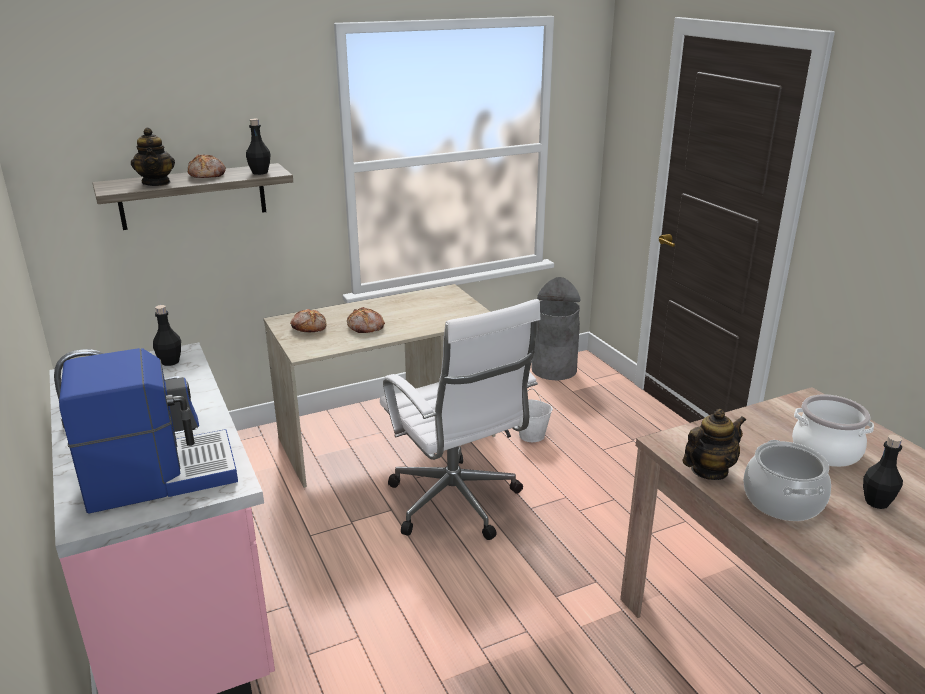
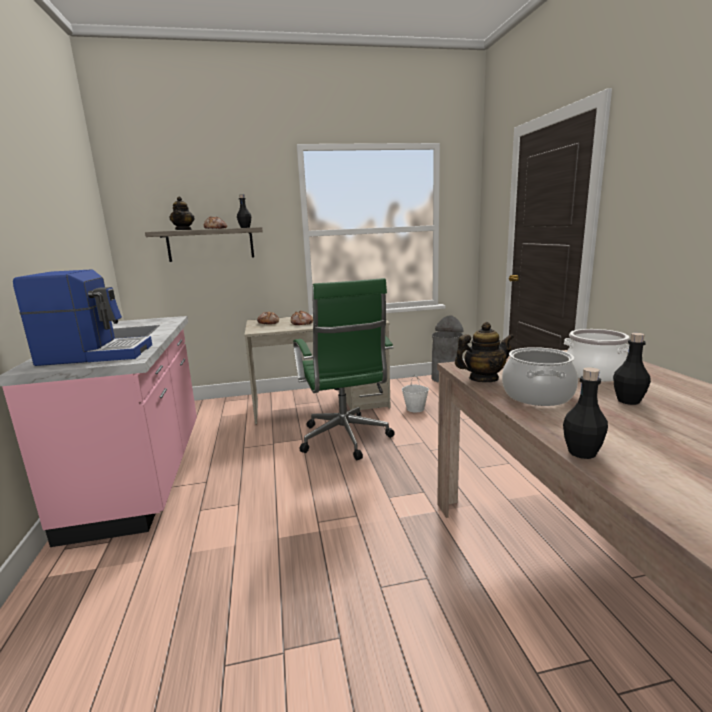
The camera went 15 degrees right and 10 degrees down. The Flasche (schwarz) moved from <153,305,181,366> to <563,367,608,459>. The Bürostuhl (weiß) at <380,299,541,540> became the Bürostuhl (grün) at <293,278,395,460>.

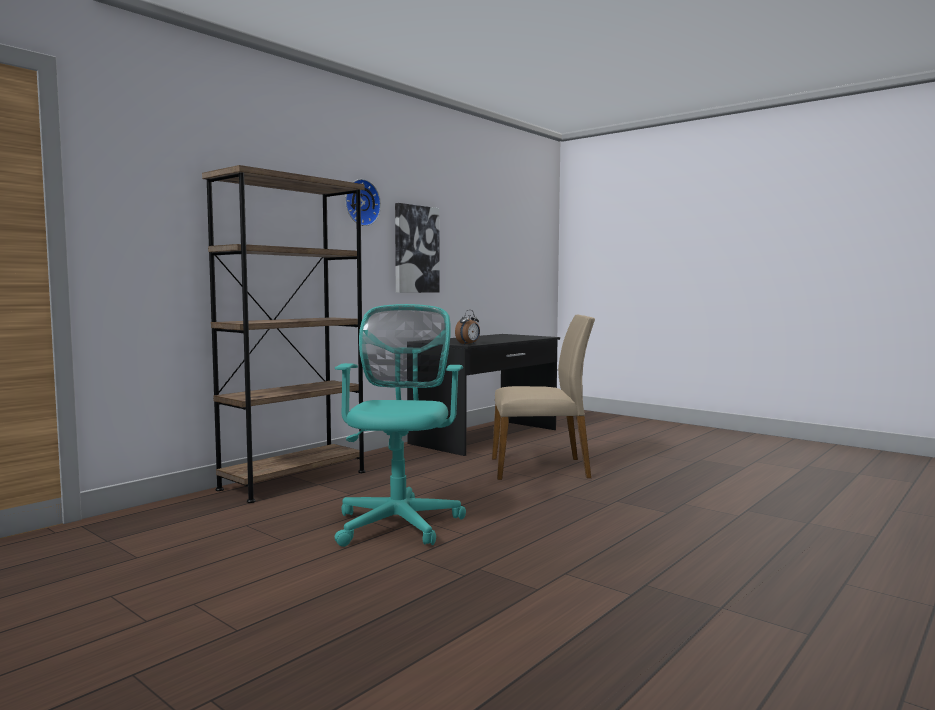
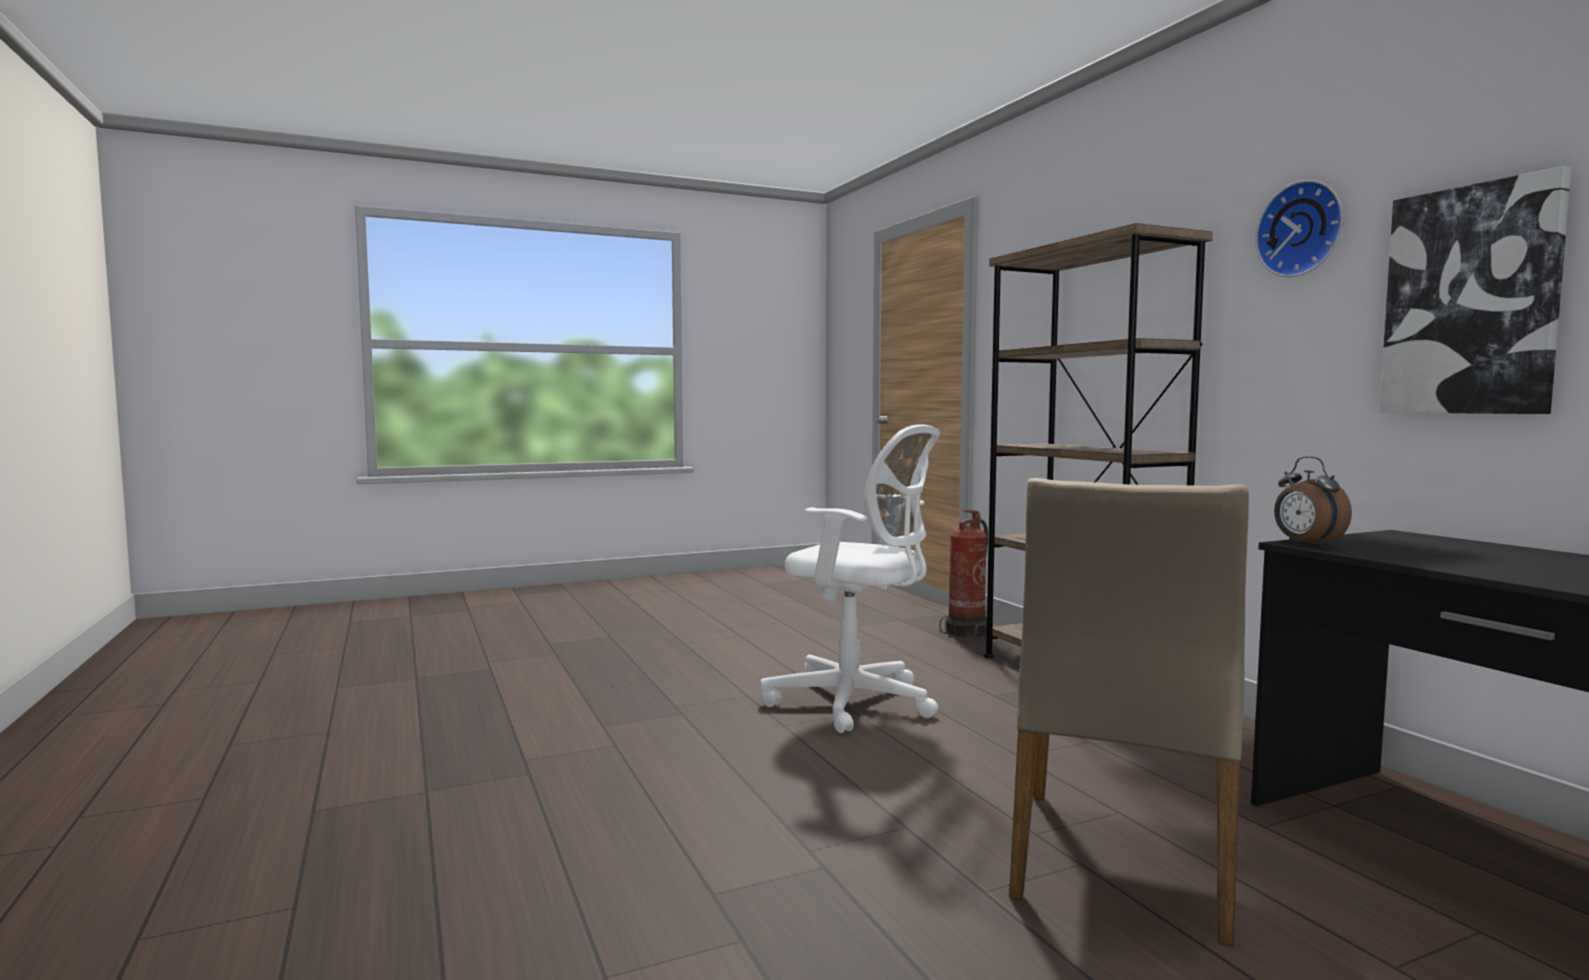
The camera went 115 degrees right and 0 degrees up. The Bürostuhl (türkis) at <334,304,466,547> became the Bürostuhl (weiß) at <760,424,940,733>. The Feuerlöscher at <939,510,988,639> appeared.

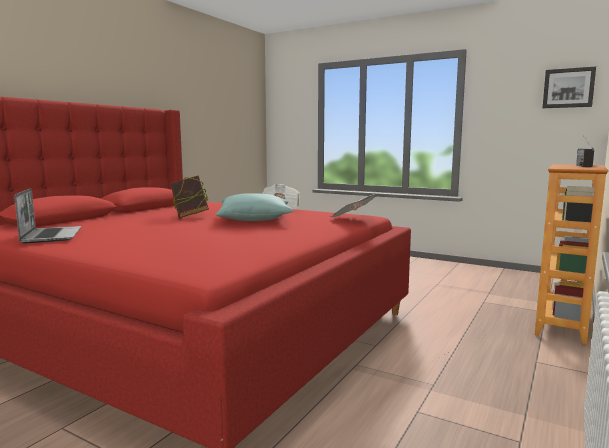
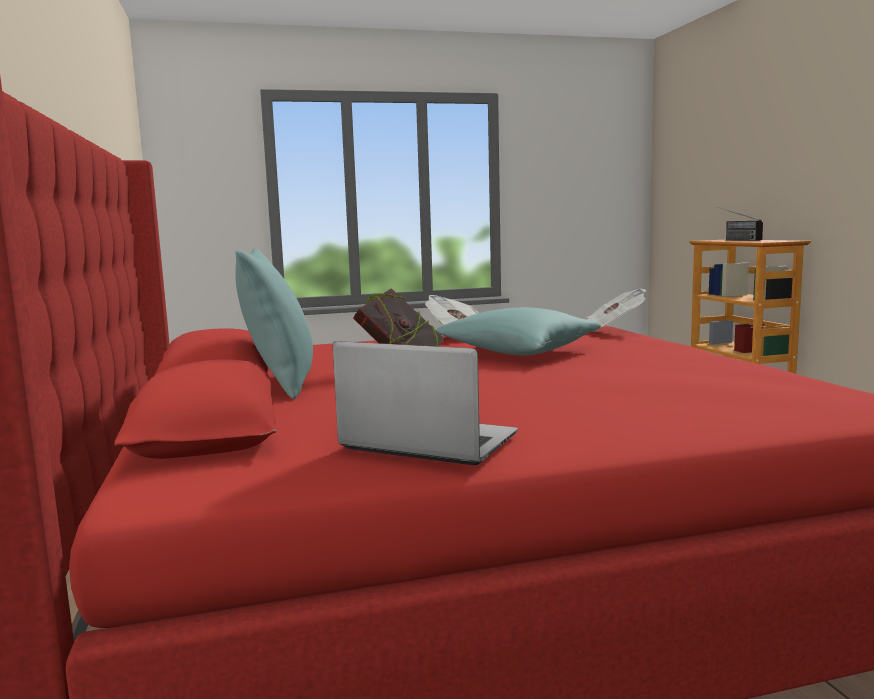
The camera went 45 degrees left and 0 degrees up. The Bild at <543,67,596,108> disappeared. The Kissen (türkis) at <236,248,313,399> appeared.

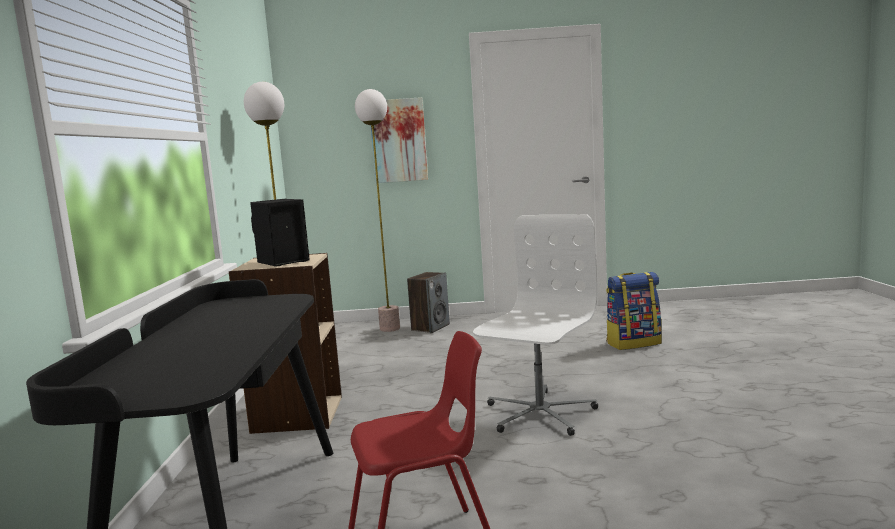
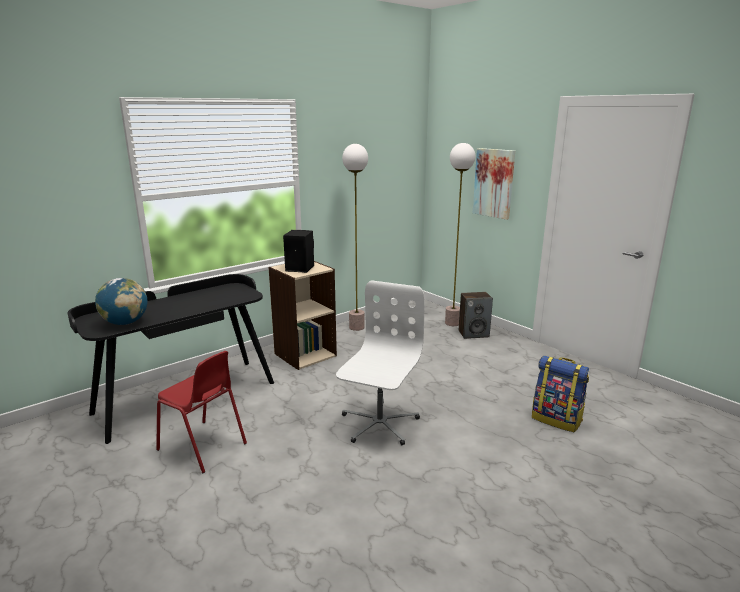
The camera went 50 degrees right and 10 degrees up. The Bürostuhl (weiß) at <473,215,598,436> turned 60 degrees counterclockwise. The Globus at <95,278,148,325> appeared.

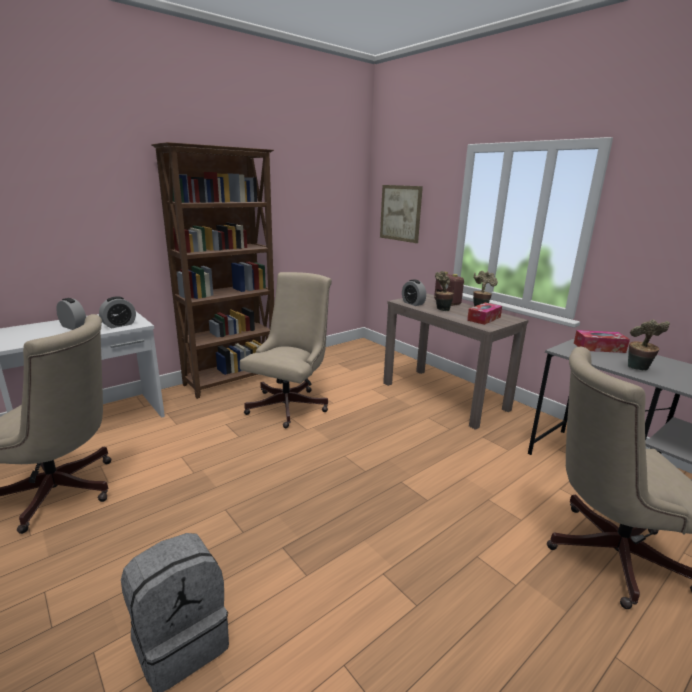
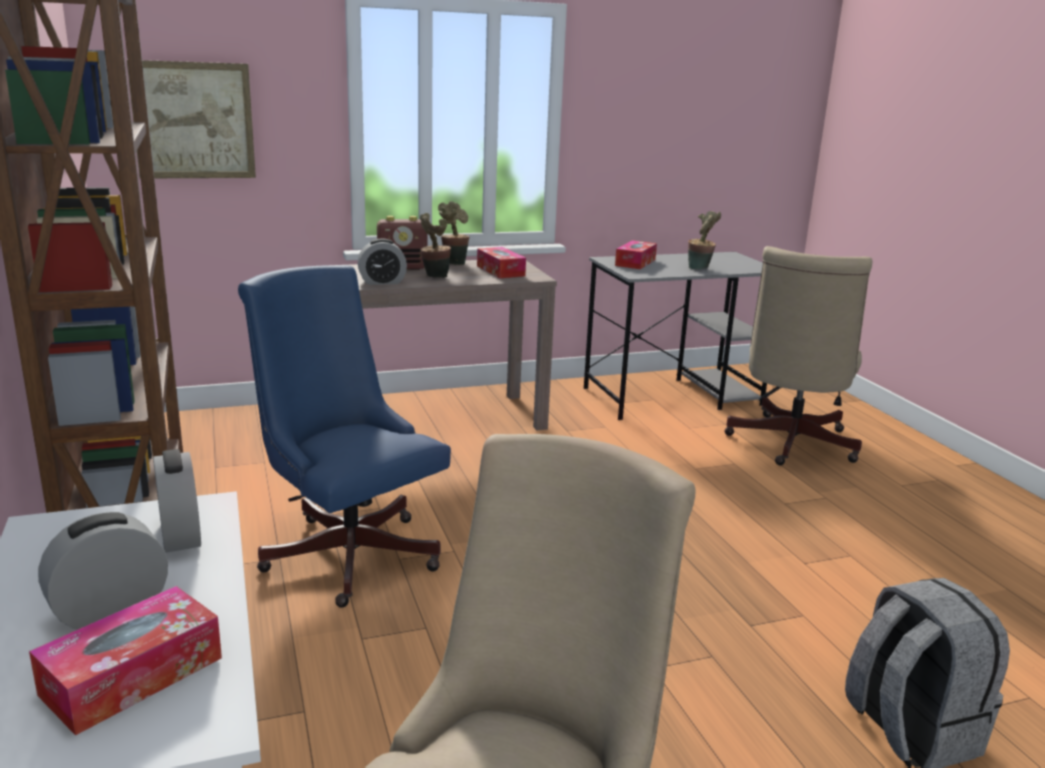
The camera went 70 degrees left and 0 degrees up. The Bürostuhl (beige) at <240,272,332,428> became the Bürostuhl (blau) at <238,265,451,608>. The Taschentuchbox at <29,586,222,736> appeared.

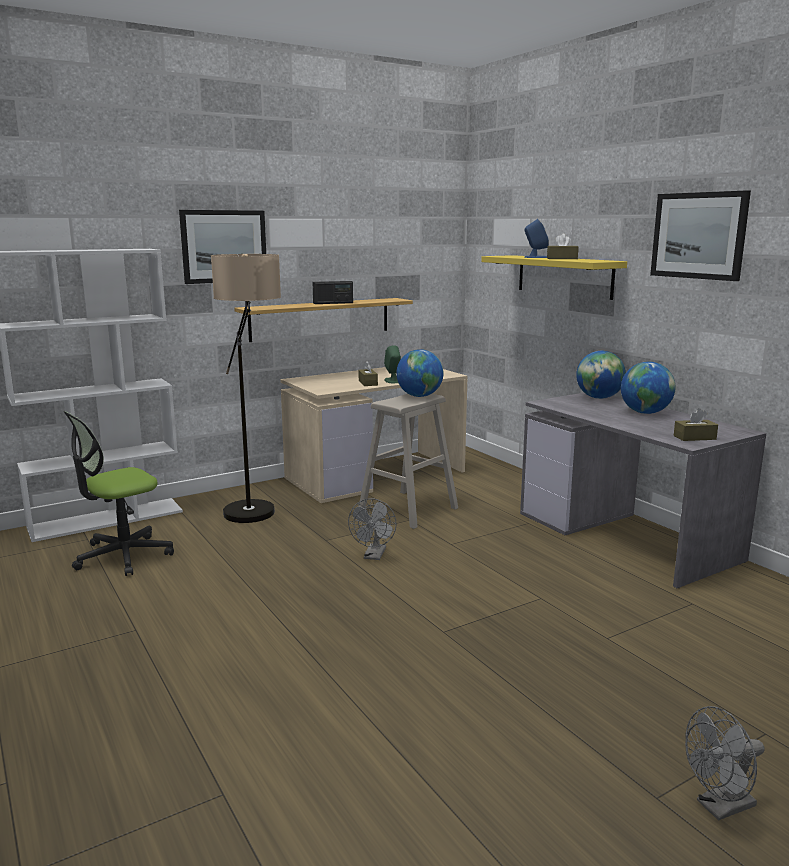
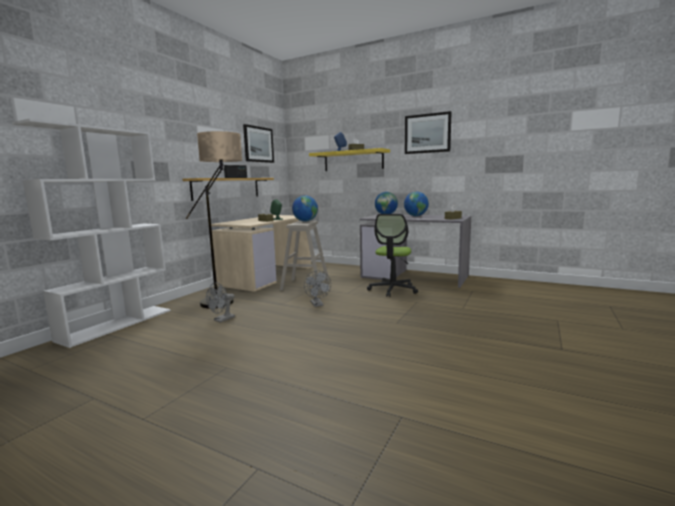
The camera went 30 degrees left and 5 degrees down. The Bürostuhl moved from <64,411,174,576> to <367,214,418,297>. The Bild moved from <179,210,266,284> to <243,124,274,163>. The Ventilator (grau) moved from <685,706,765,820> to <206,282,235,323>.

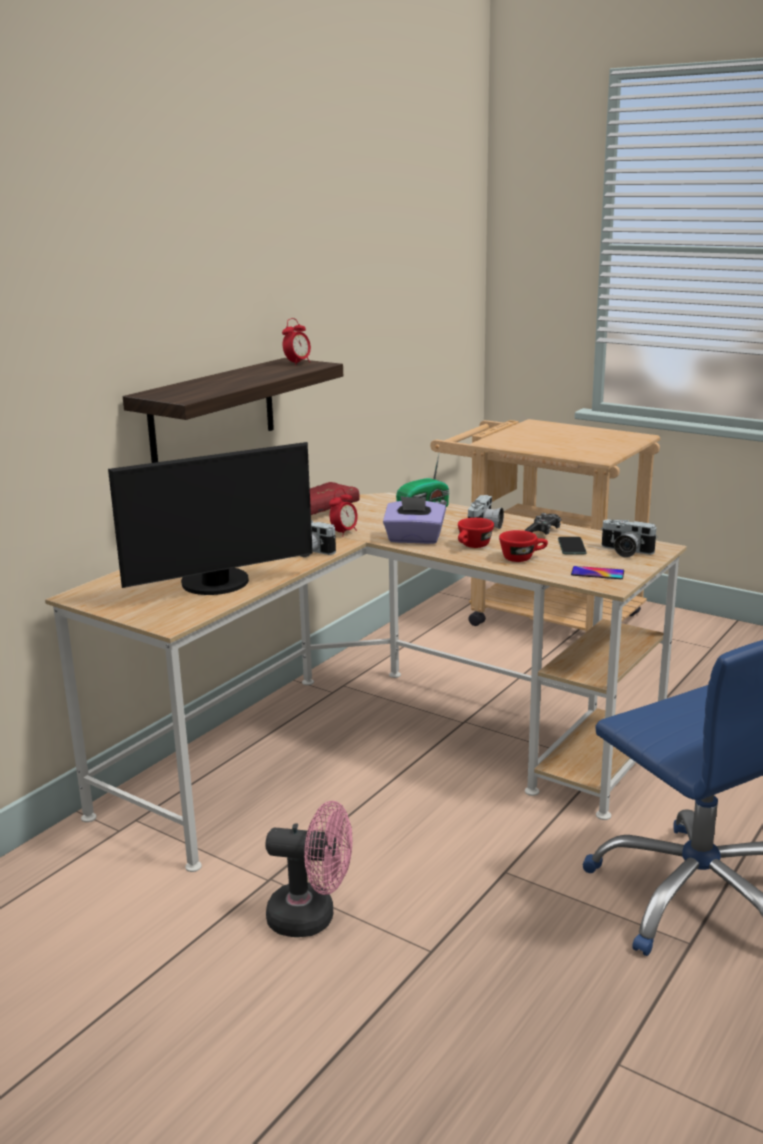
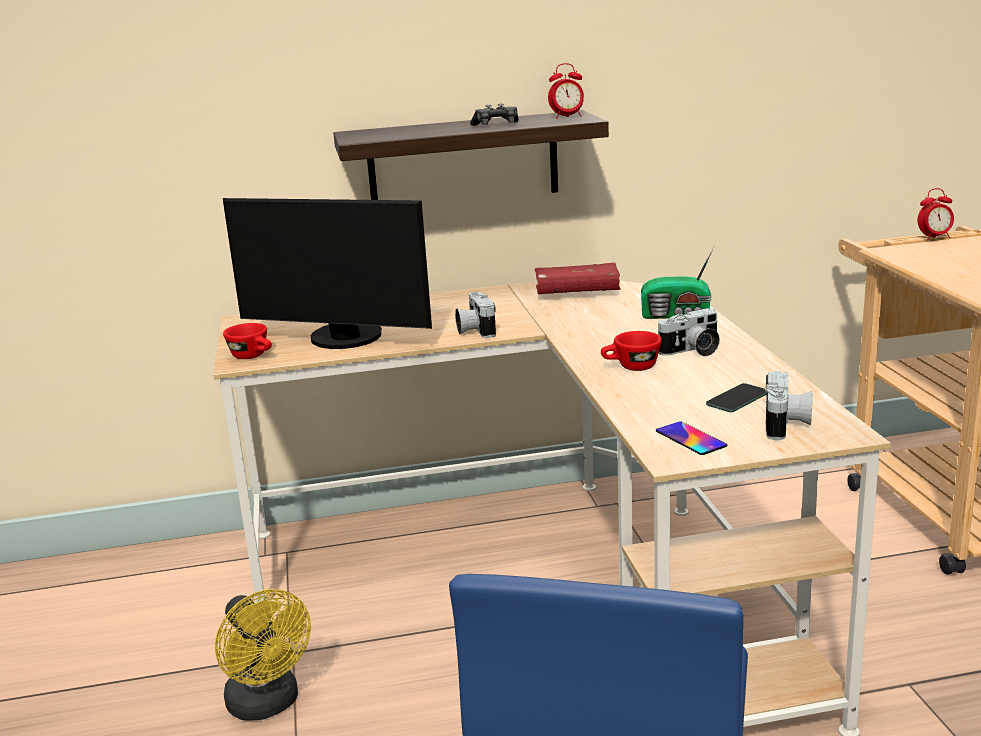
The camera went 45 degrees right and 0 degrees up. The Ventilator (rosa) at <266,801,352,937> became the Ventilator (gelb) at <215,589,311,721>. The Wecker moved from <329,488,358,536> to <918,188,954,240>. The Taschentuchbox (lila) at <383,496,446,544> disappeared. The Tasse (rot) moved from <499,530,548,562> to <223,323,272,359>. The Gamepad moved from <524,513,561,535> to <470,104,519,126>. The Kamera at <601,520,658,558> turned 150 degrees counterclockwise.

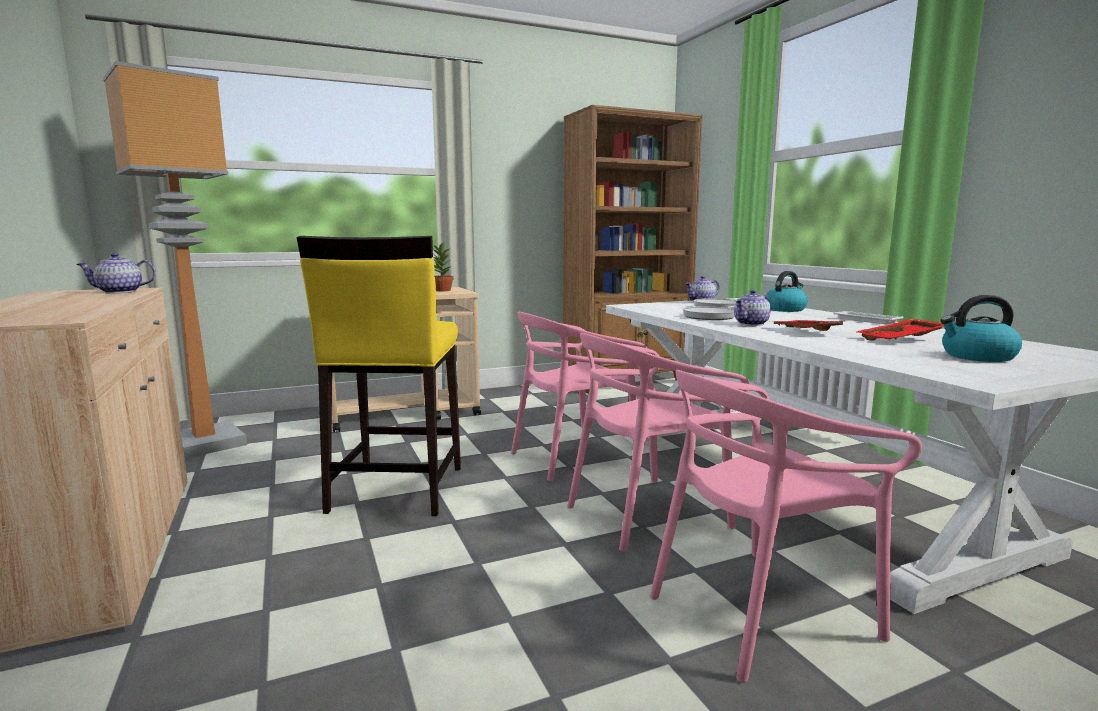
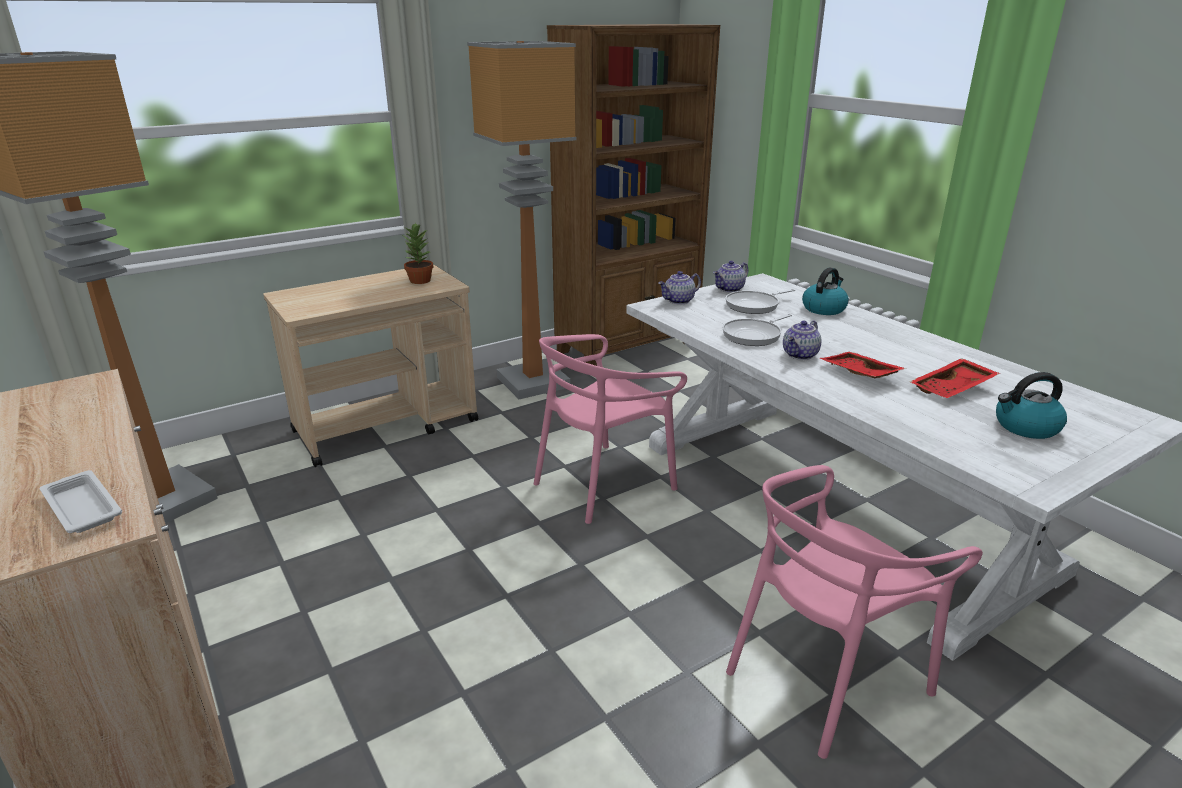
The camera went 10 degrees left and 15 degrees up. The Teekanne moved from <76,253,156,293> to <658,271,701,304>. The Hocker (gelb) at <297,236,461,516> disappeared. The Stuhl (rosa) at <567,333,749,552> disappeared. The Tablett (weiß) moved from <833,311,903,324> to <40,470,122,533>. The Stehlampe at <467,41,577,399> appeared.

